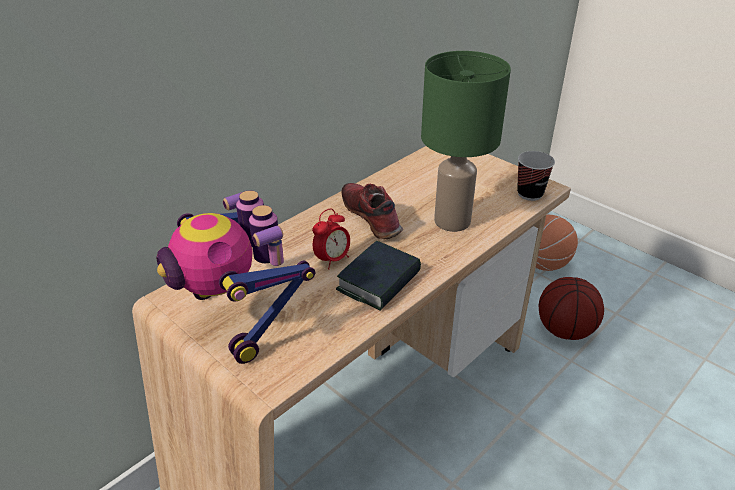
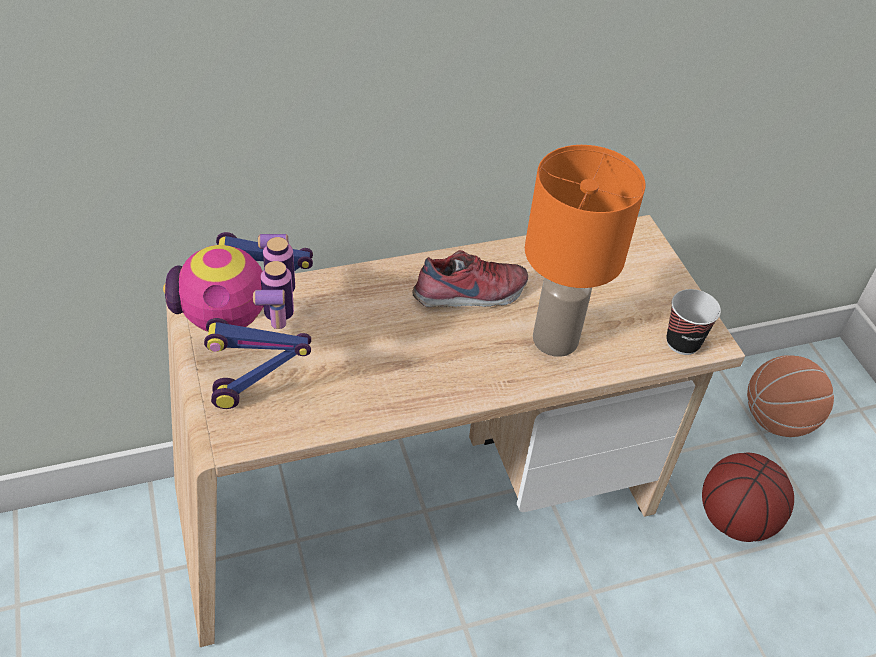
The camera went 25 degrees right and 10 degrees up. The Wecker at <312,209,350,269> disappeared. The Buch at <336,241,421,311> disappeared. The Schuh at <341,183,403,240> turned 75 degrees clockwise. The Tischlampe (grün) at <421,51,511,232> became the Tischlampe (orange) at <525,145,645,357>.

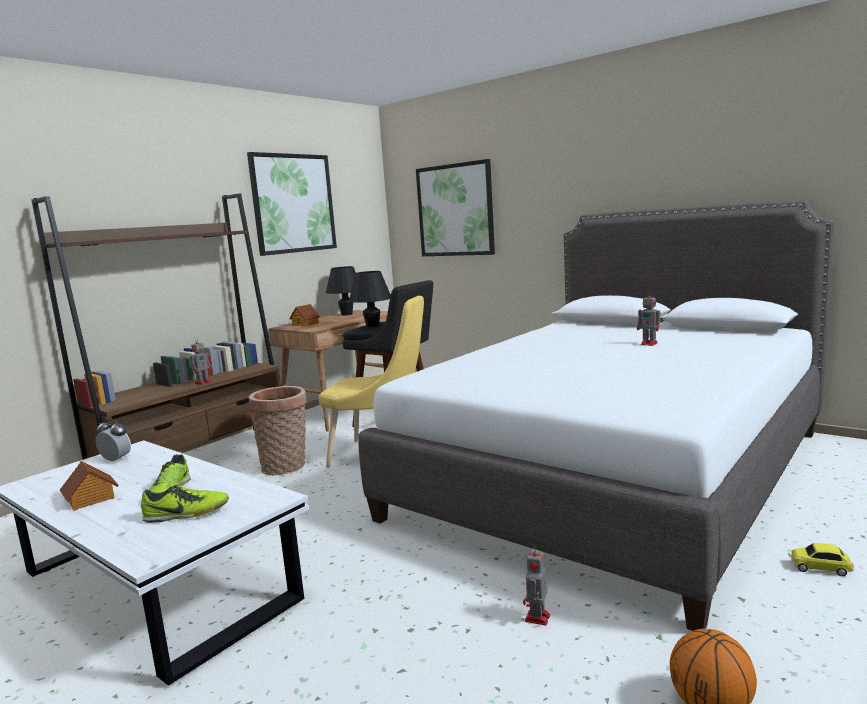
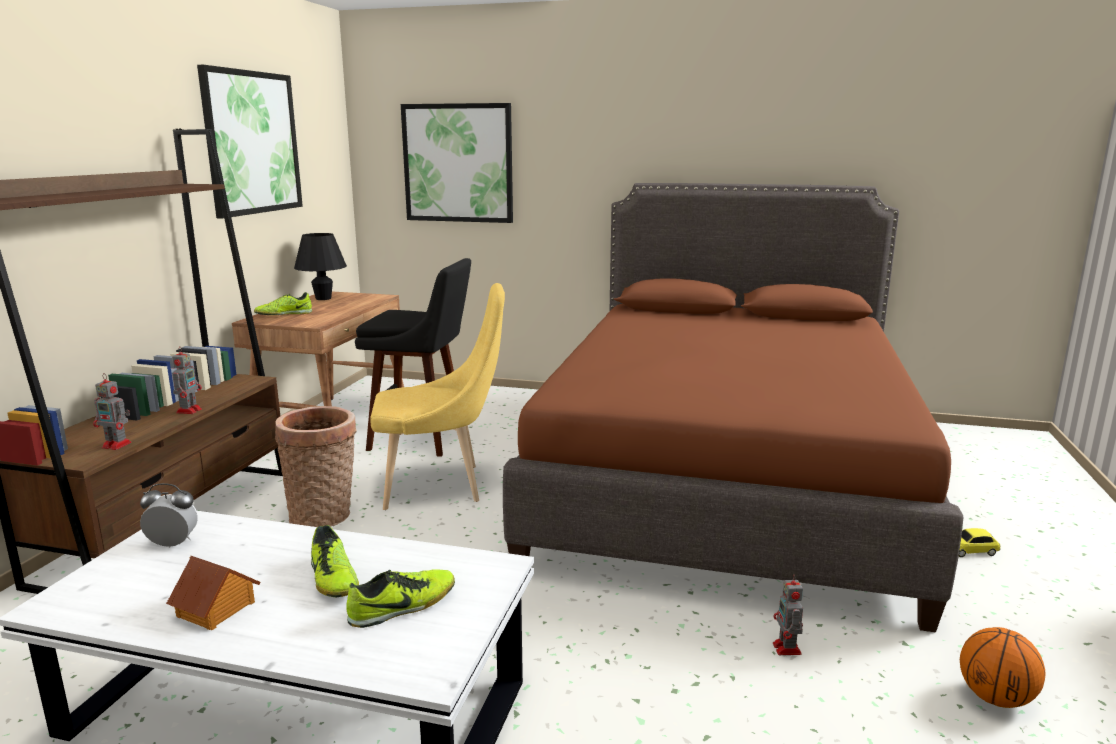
The camera went 25 degrees left and 5 degrees up. The Spielzeughaus at <289,304,320,326> was replaced by the Schuh at <254,292,312,315>. The Tischlampe (schwarz) at <349,271,391,327> disappeared. The Bett (weiß) at <358,200,835,631> became the Bett (braun) at <503,183,964,632>. The Spielzeugroboter moved from <637,291,663,346> to <93,373,132,450>.

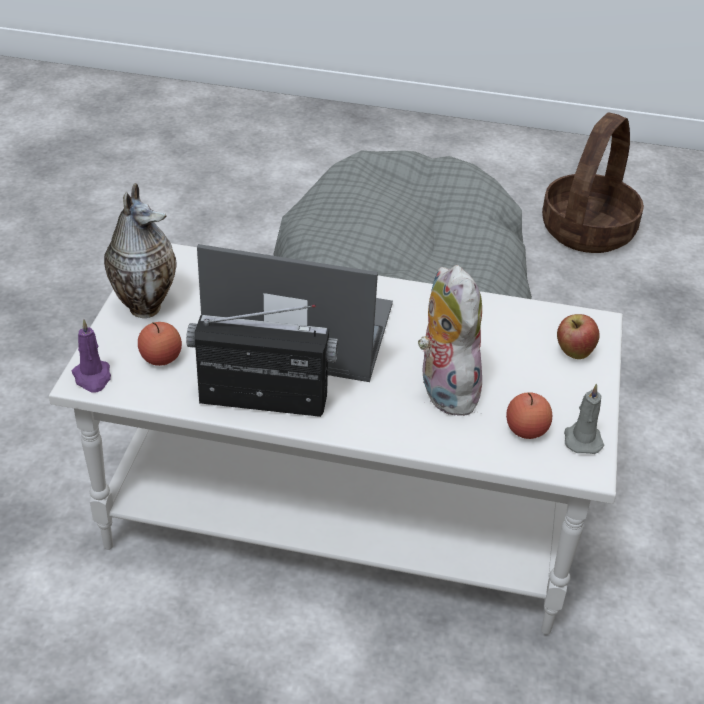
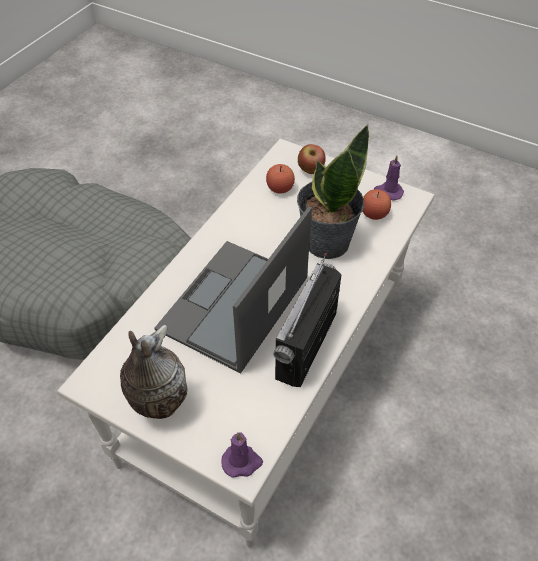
The camera went 70 degrees left and 10 degrees up. The Apfel moved from <138,322,182,366> to <266,164,295,194>. The Plüschtier at <418,265,482,416> was replaced by the Topfpflanze at <297,125,369,259>. The Korb at <542,112,644,253> disappeared. The Kerze (grau) at <564,384,604,454> became the Kerze (lila) at <374,155,404,201>.

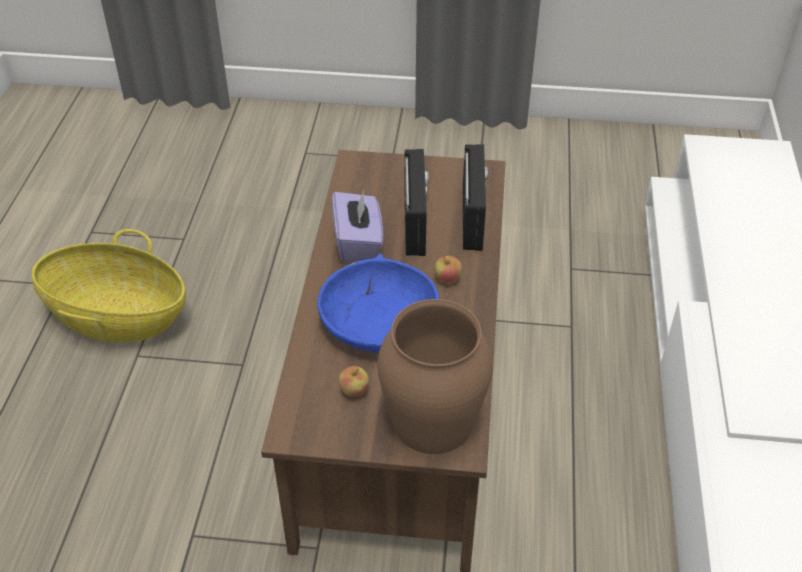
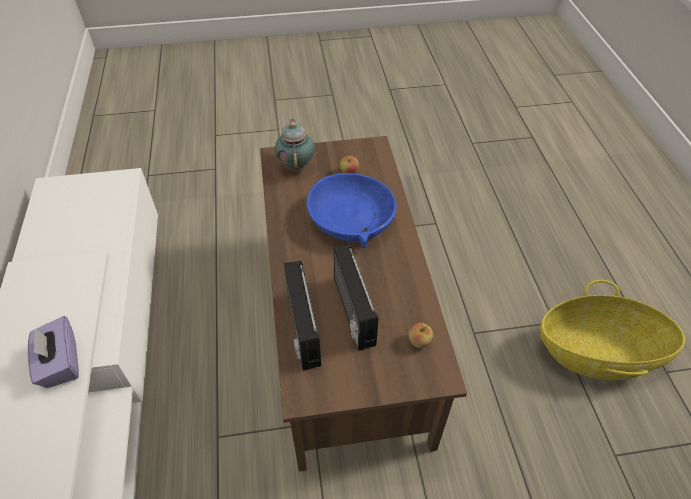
The camera went 165 degrees right and 5 degrees up. The Taschentuchbox (lila) moved from <332,191,383,262> to <28,316,79,388>. The Vase (braun) at <377,299,493,454> was replaced by the Teekanne at <275,118,315,171>. The Apfel moved from <435,256,462,283> to <408,323,433,348>.

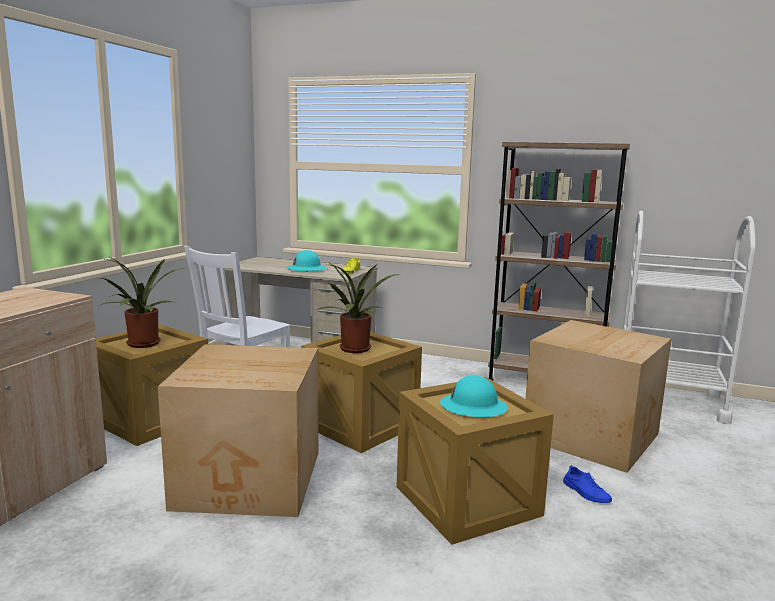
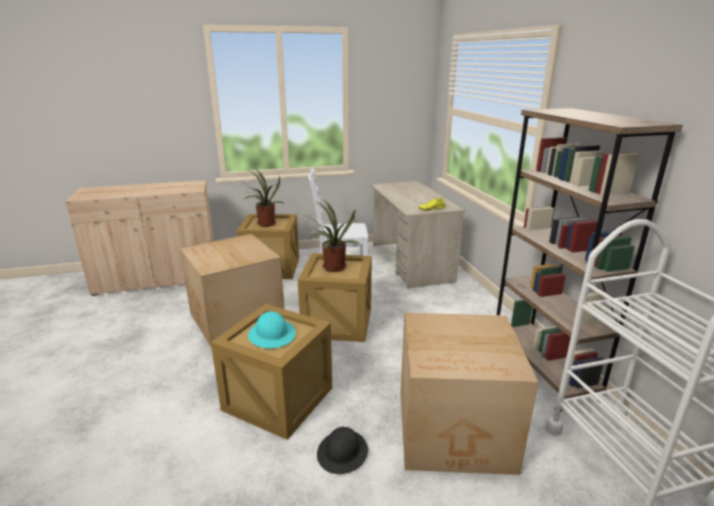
The camera went 55 degrees right and 10 degrees up. The Schutzhelm (türkis) at <287,250,327,272> disappeared. The Schuh (blau) at <563,465,612,503> was replaced by the Schutzhelm (schwarz) at <317,427,368,474>.

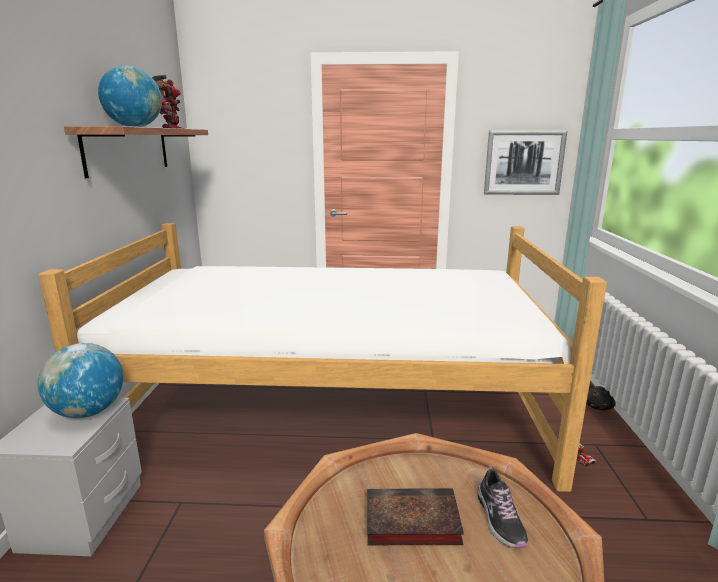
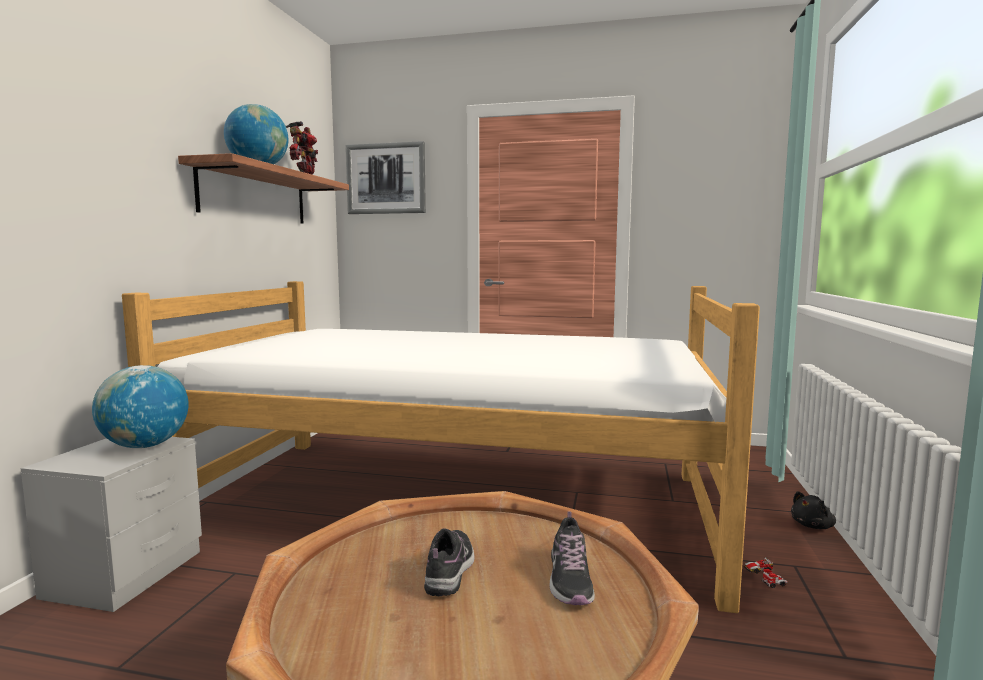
The camera went 10 degrees right and 10 degrees down. The Buch at <367,488,464,545> was replaced by the Schuh at <424,529,475,596>. The Bild moved from <484,131,567,195> to <345,141,426,214>.

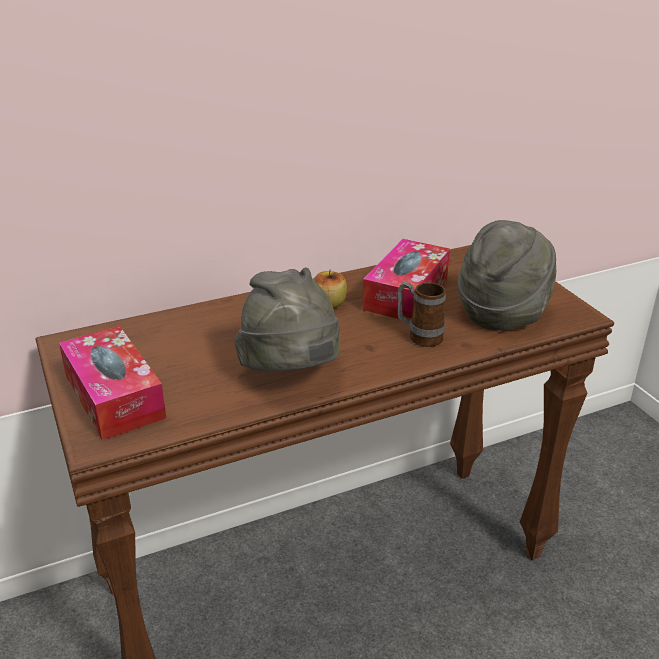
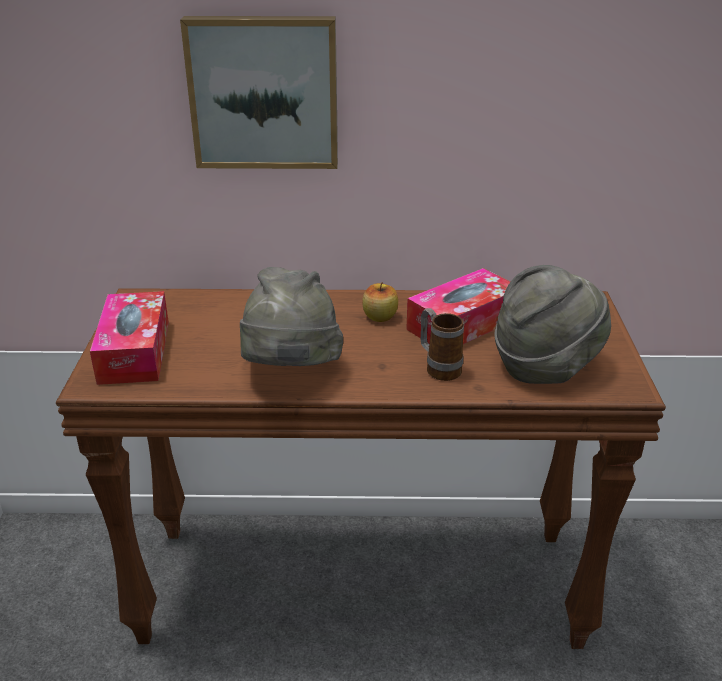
The camera went 25 degrees right and 0 degrees up. The Bild at <180,16,338,169> appeared.

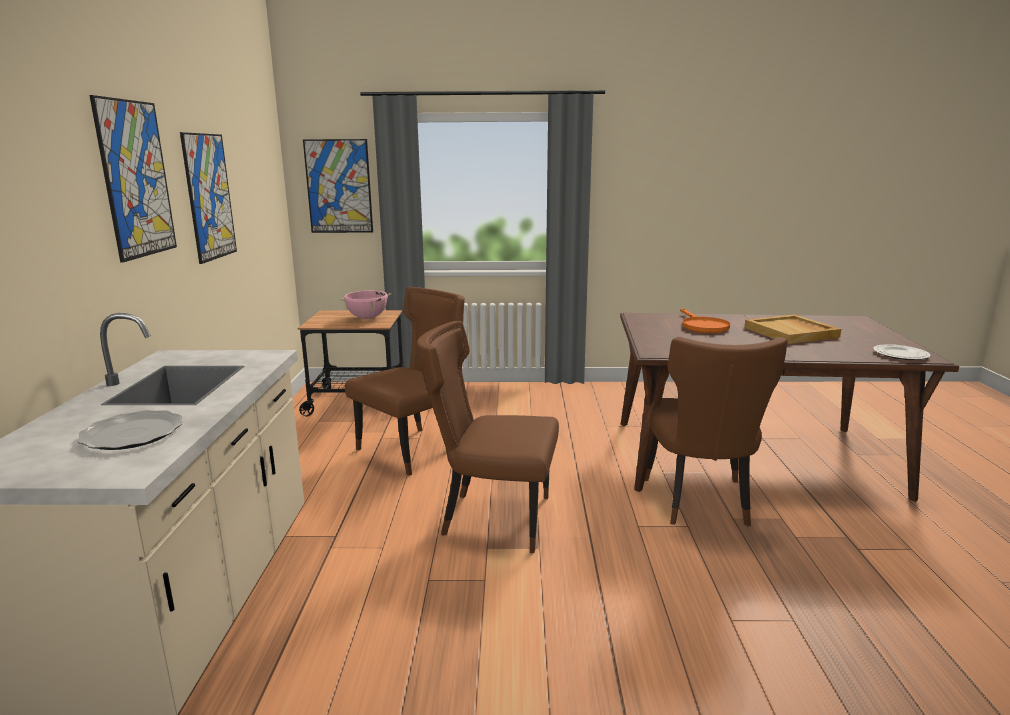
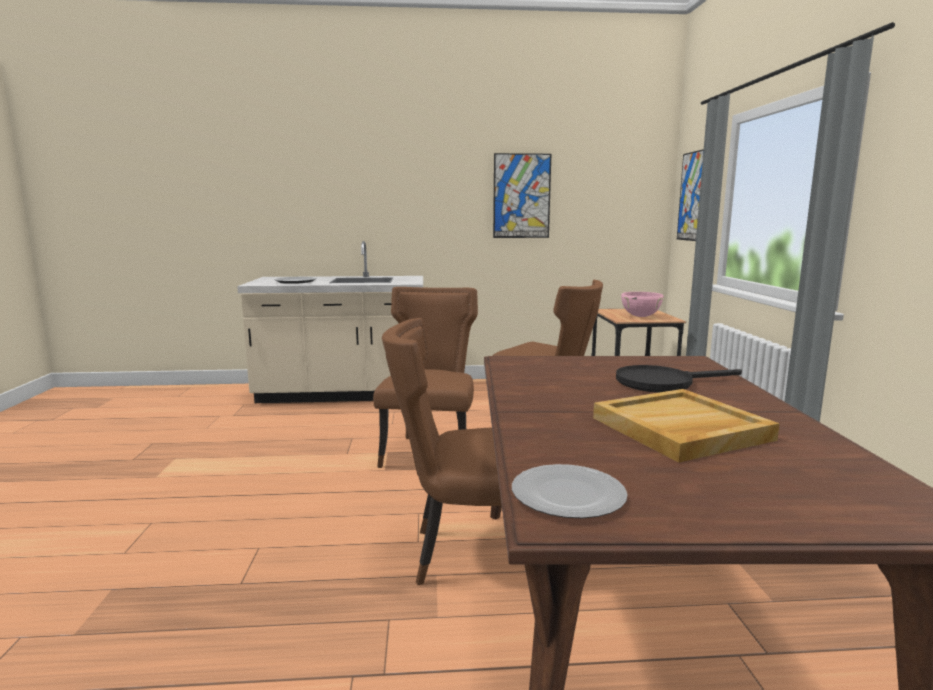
The camera went 85 degrees right and 5 degrees down. The Bild at <89,95,177,262> disappeared. The Pfanne (orange) at <681,308,730,333> became the Pfanne (schwarz) at <616,365,742,393>.

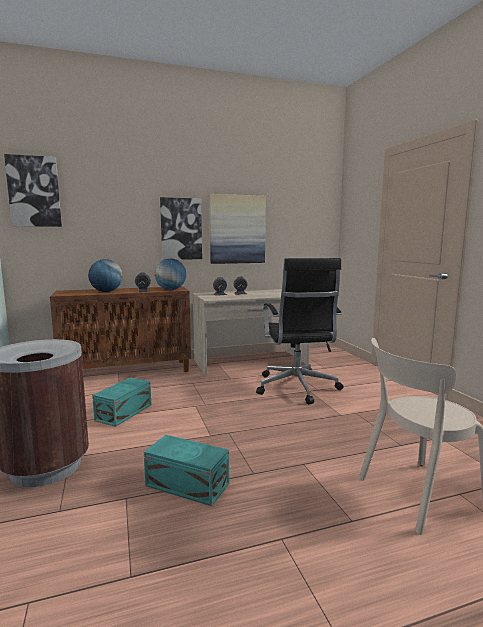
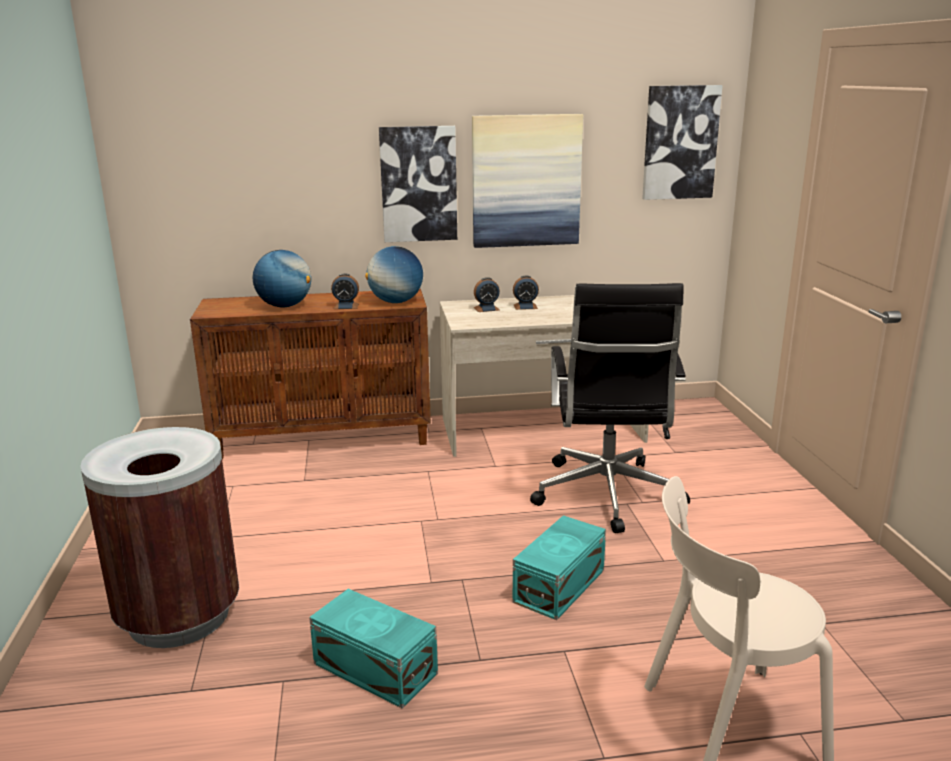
The camera went 10 degrees right and 10 degrees up. The Bild moved from <4,154,62,227> to <642,85,723,200>. The Aufbewahrungsbox (türkis) moved from <92,378,151,427> to <513,516,606,620>.

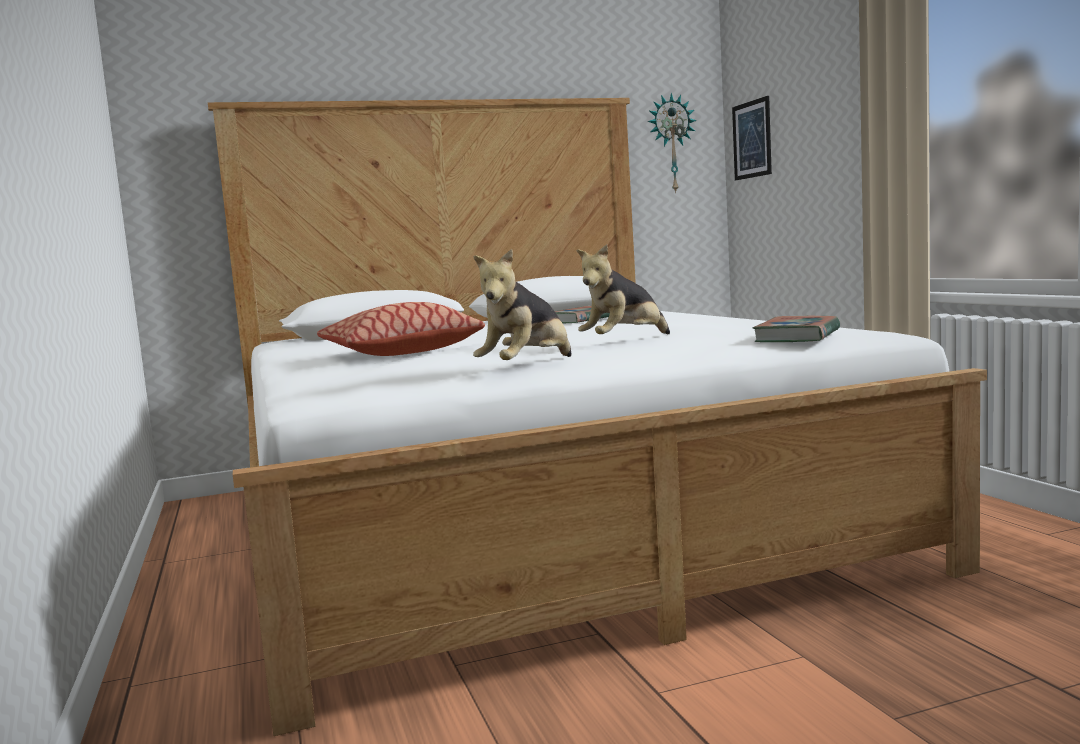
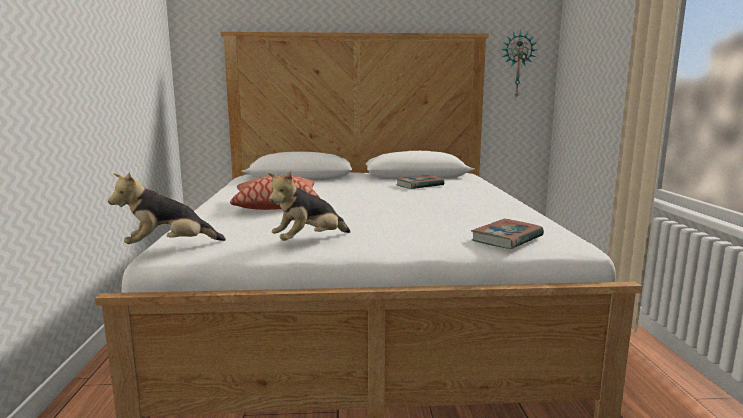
The camera went 15 degrees right and 5 degrees up. The Plüschtier moved from <576,244,670,334> to <108,172,226,244>. The Bild at <732,96,772,180> disappeared.

